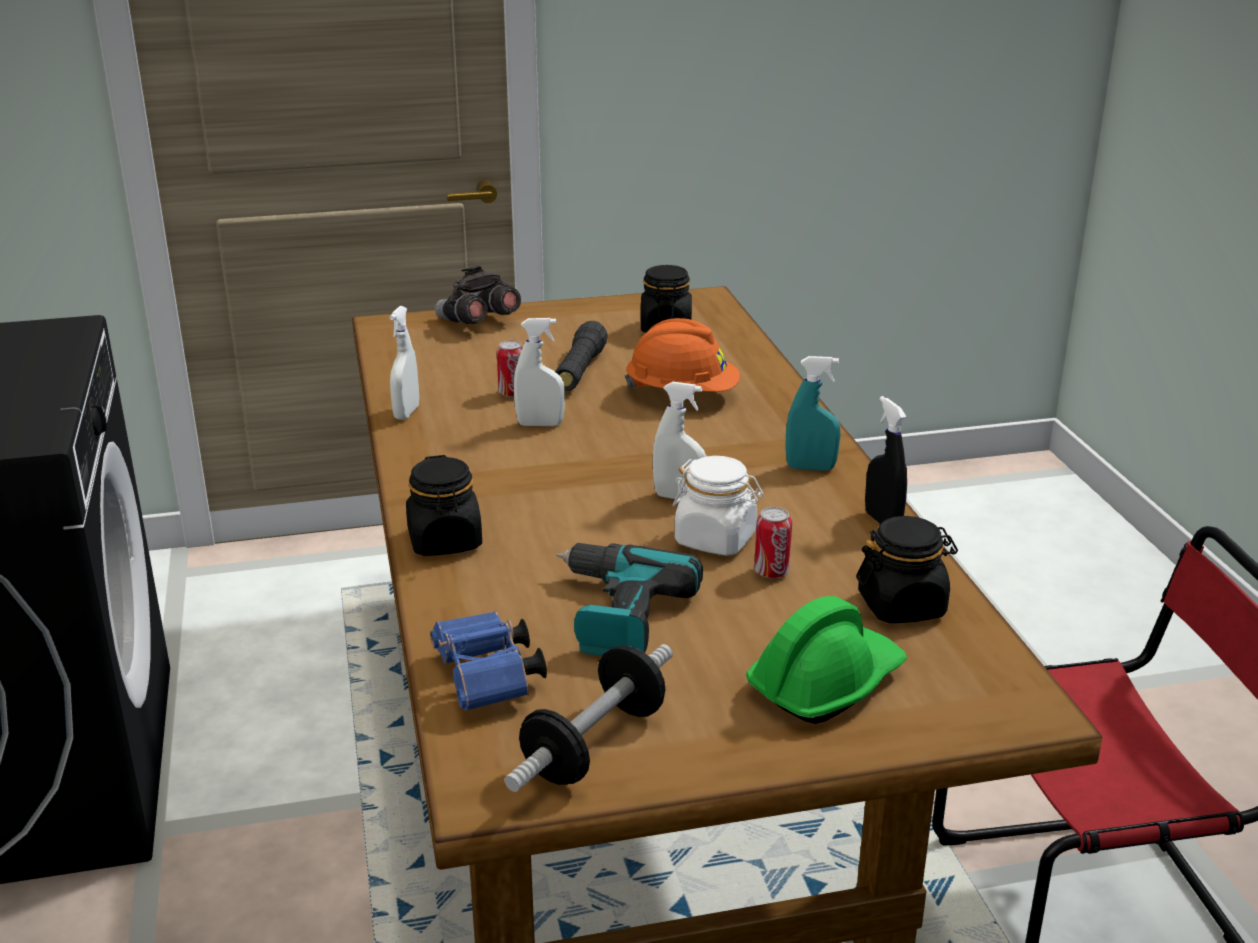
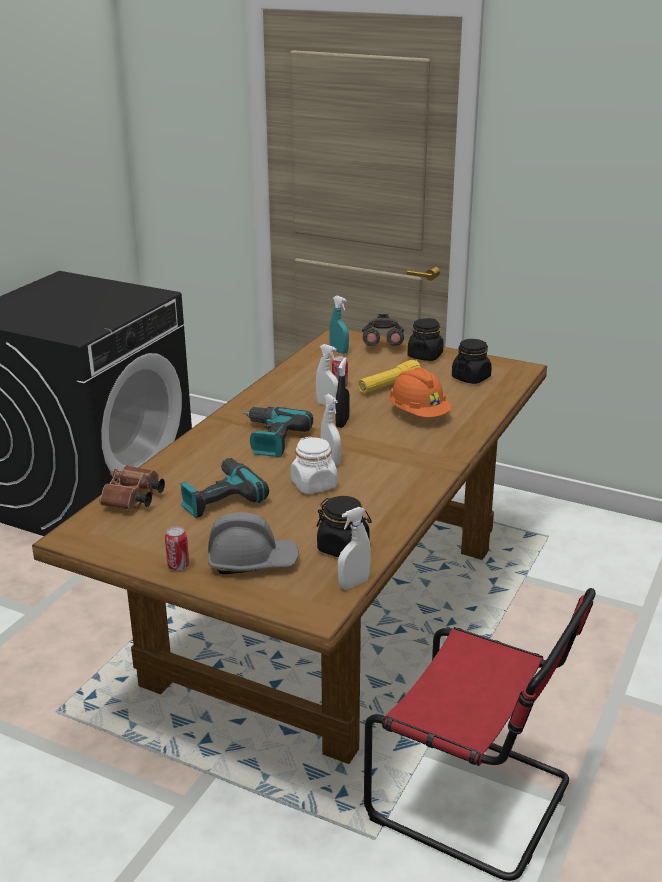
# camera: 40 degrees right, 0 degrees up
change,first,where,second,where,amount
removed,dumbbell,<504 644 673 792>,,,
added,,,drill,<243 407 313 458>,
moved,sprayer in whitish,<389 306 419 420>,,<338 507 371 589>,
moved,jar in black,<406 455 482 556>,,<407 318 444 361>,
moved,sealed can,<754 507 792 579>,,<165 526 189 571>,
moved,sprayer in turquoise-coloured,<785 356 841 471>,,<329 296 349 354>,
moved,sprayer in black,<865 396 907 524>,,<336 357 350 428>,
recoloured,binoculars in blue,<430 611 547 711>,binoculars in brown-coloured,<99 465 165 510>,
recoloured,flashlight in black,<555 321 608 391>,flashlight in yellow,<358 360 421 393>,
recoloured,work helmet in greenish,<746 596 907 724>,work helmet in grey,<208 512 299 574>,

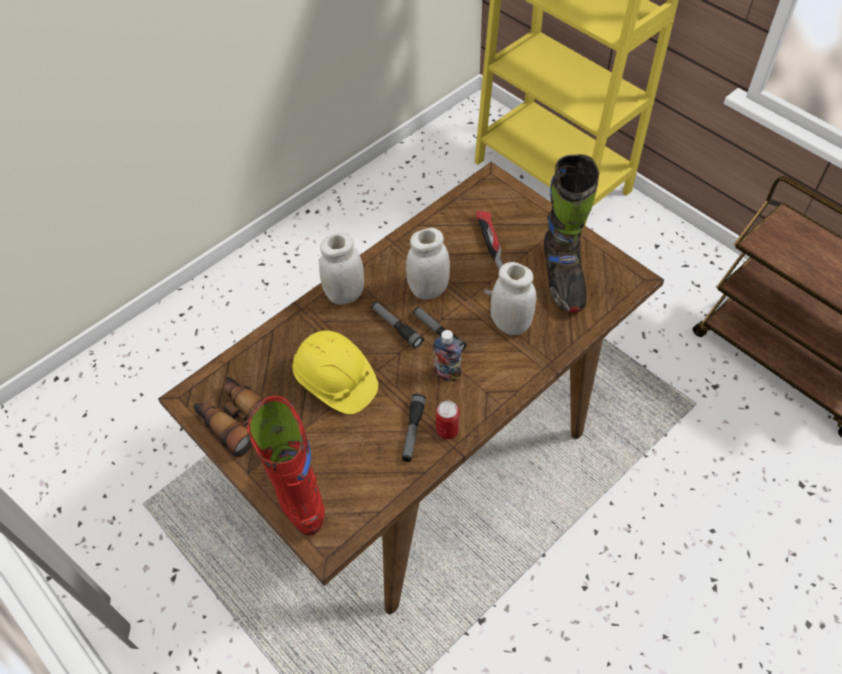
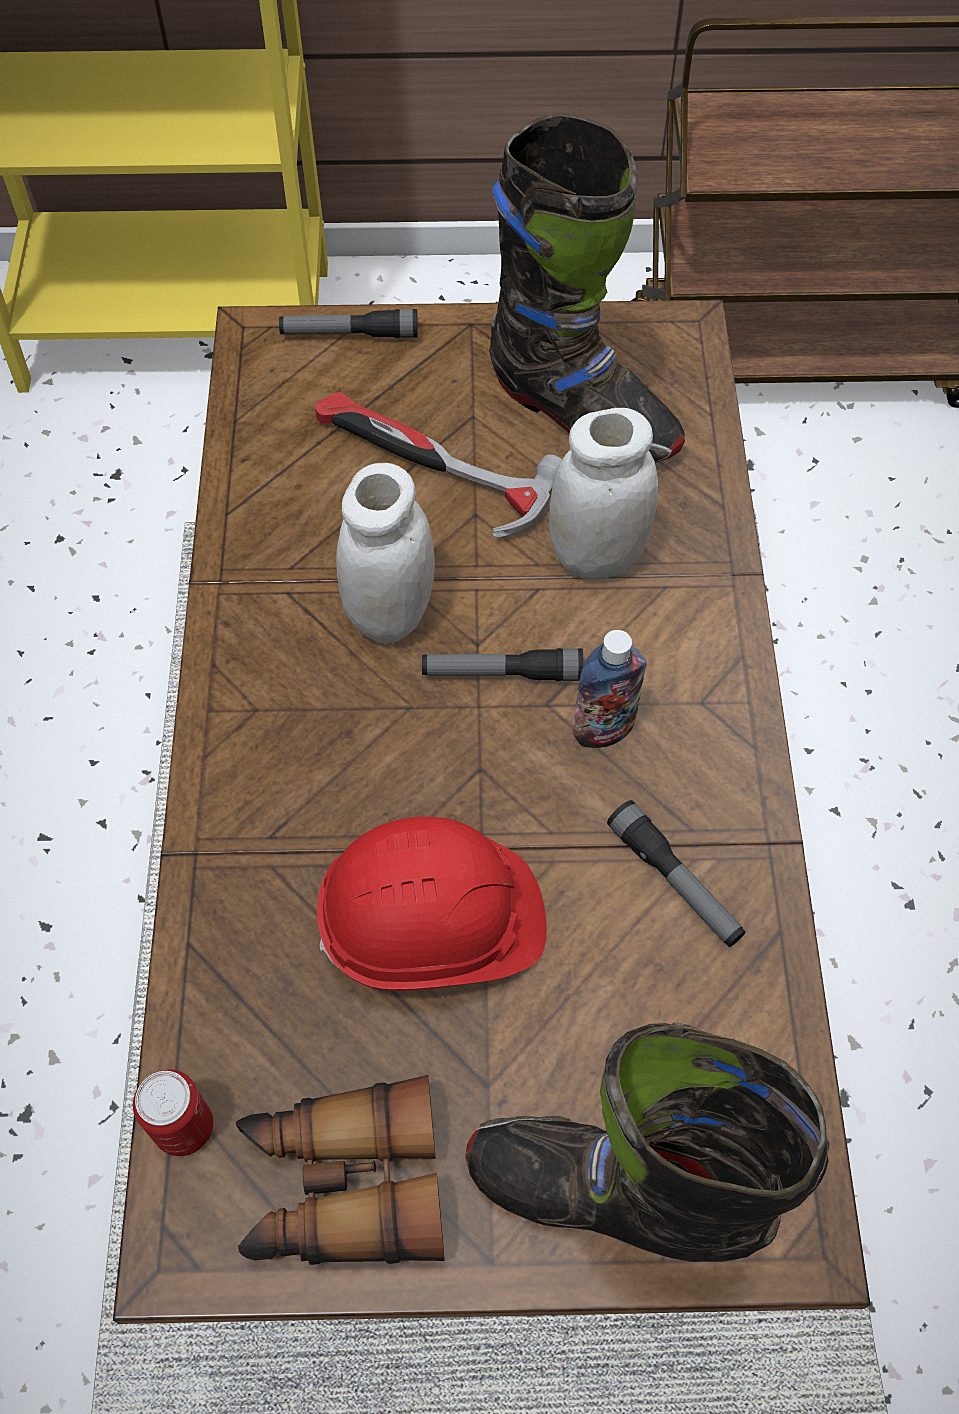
# camera: 50 degrees left, 5 degrees up
change,first,where,second,where,amount
removed,jar in whitish,<319 233 364 305>,,,
moved,flashlight,<371 302 424 348>,,<279 309 418 338>,
moved,sealed can,<436 401 460 439>,,<133 1069 213 1156>,
recoloured,tall boot in reddish,<247 396 325 536>,tall boot in black,<465 1022 829 1262>,
recoloured,work helmet in yellow,<292 331 378 414>,work helmet in reddish,<317 816 547 991>,

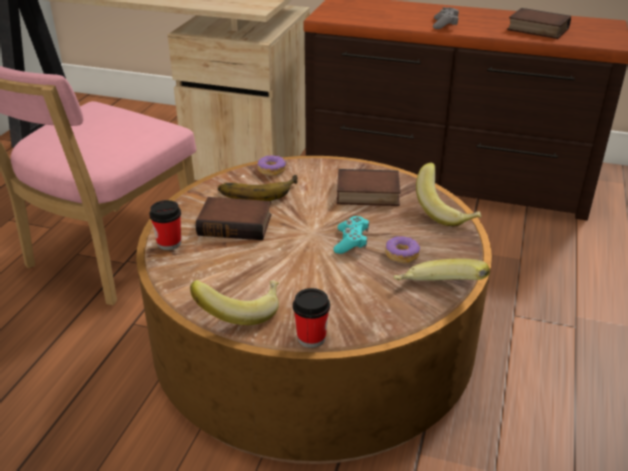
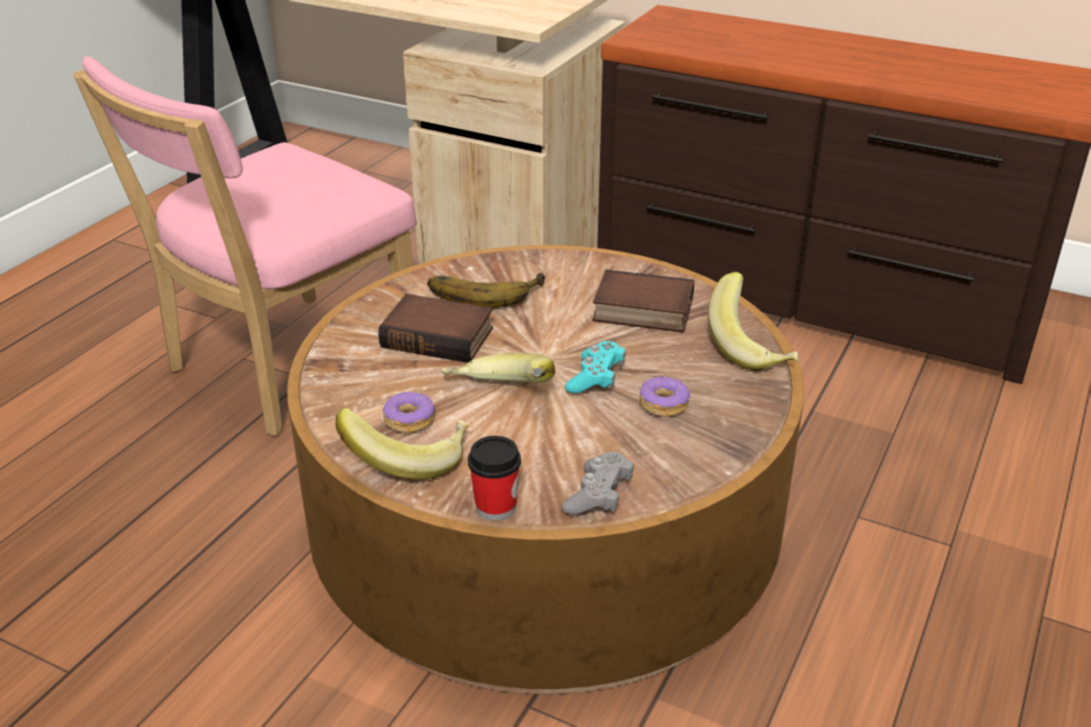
# camera: 10 degrees right, 0 degrees up
change,first,where,second,where,amount
removed,cup,<149 200 181 250>,,,
removed,volume,<507 8 571 39>,,,
moved,doughnut,<257 155 286 176>,,<383 391 435 433>,
moved,whole banana,<394 259 490 281>,,<441 353 555 383>,
moved,joypad in grey,<433 7 459 29>,,<562 452 634 515>,

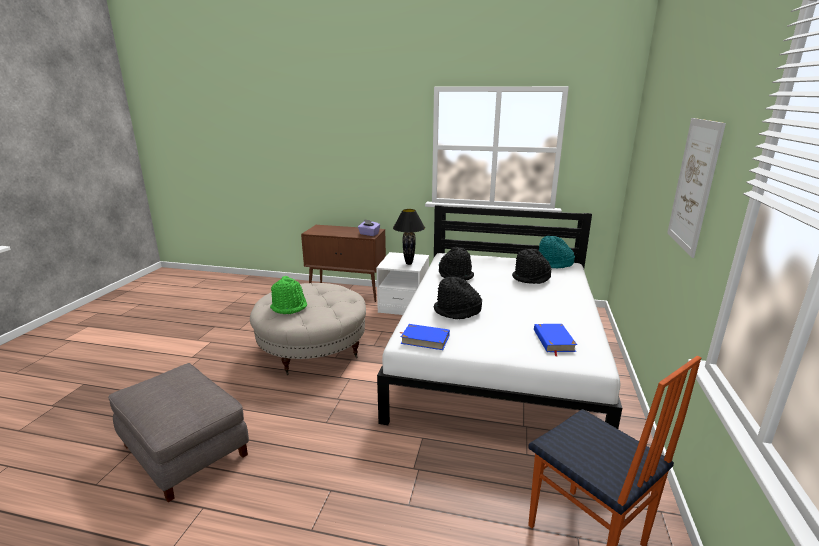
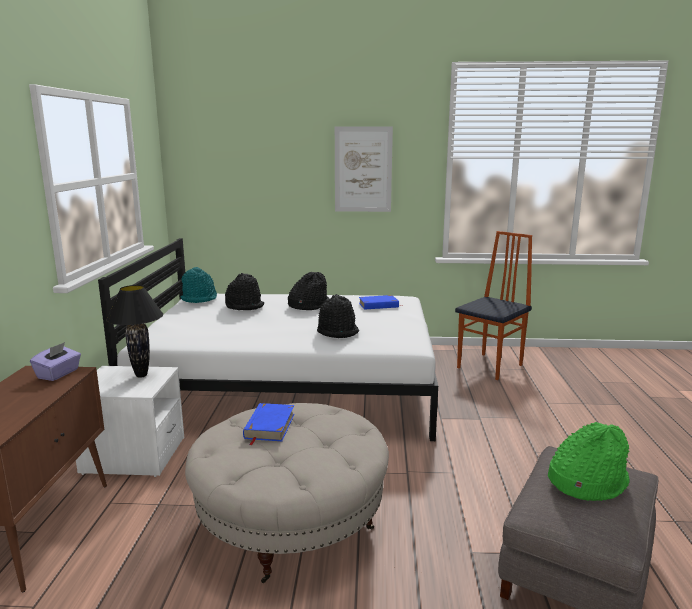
# camera: 100 degrees left, 5 degrees down
change,first,where,second,where,amount
moved,clothing hat in greenish,<270 276 307 314>,,<548 422 630 501>,
moved,volume in blue,<401 324 450 350>,,<243 403 294 445>,
moved,clothing hat in black,<439 247 474 280>,,<288 272 330 310>,

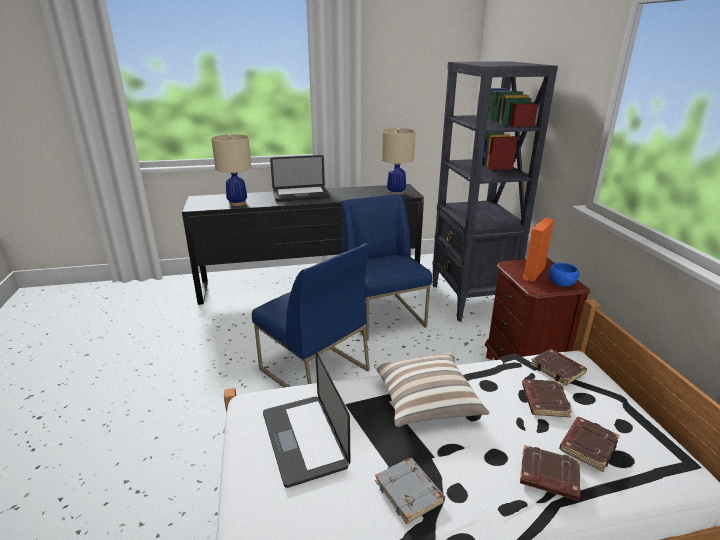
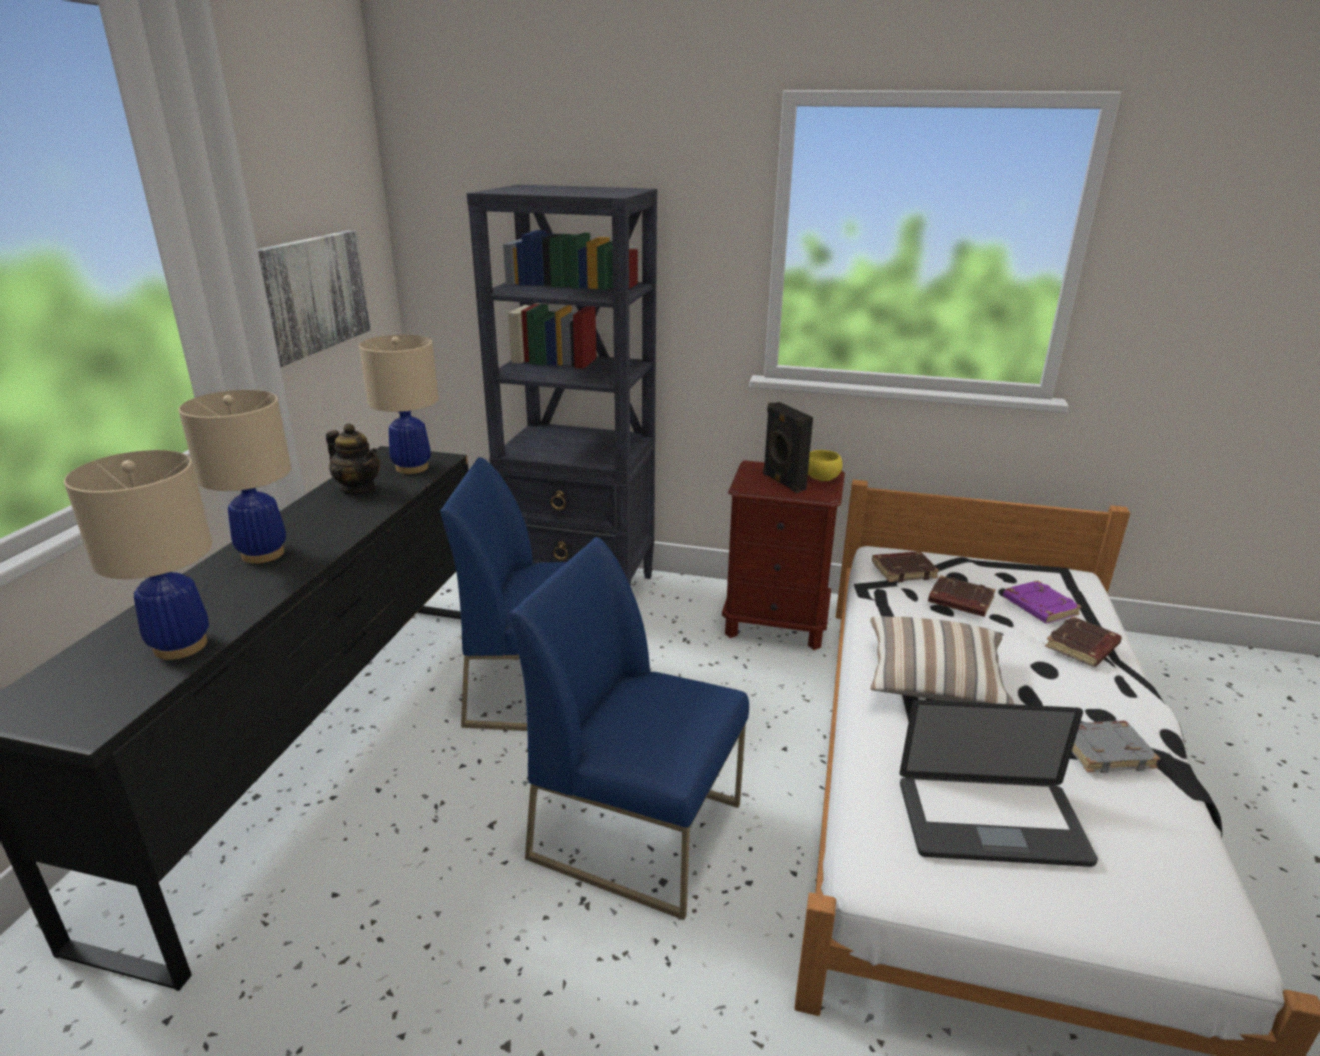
# camera: 65 degrees left, 0 degrees up
change,first,where,second,where,amount
added,,,wall picture,<258 230 371 367>,
added,,,teapot,<326 423 380 495>,
replaced,notebook computer,<270 155 330 201>,table lamp in beige-coloured,<179 390 291 564>,
recoloured,speaker in orange,<523 217 554 282>,speaker in black,<763 402 813 493>,
recoloured,deep dish in blue,<548 263 579 287>,deep dish in yellow,<808 450 842 481>,
recoloured,volume in brown-coloured,<559 417 620 472>,volume in purple-coloured,<1003 580 1082 624>,
turned,chair in blue,<252 244 370 388>,,<510 537 749 920>,135 degrees counterclockwise

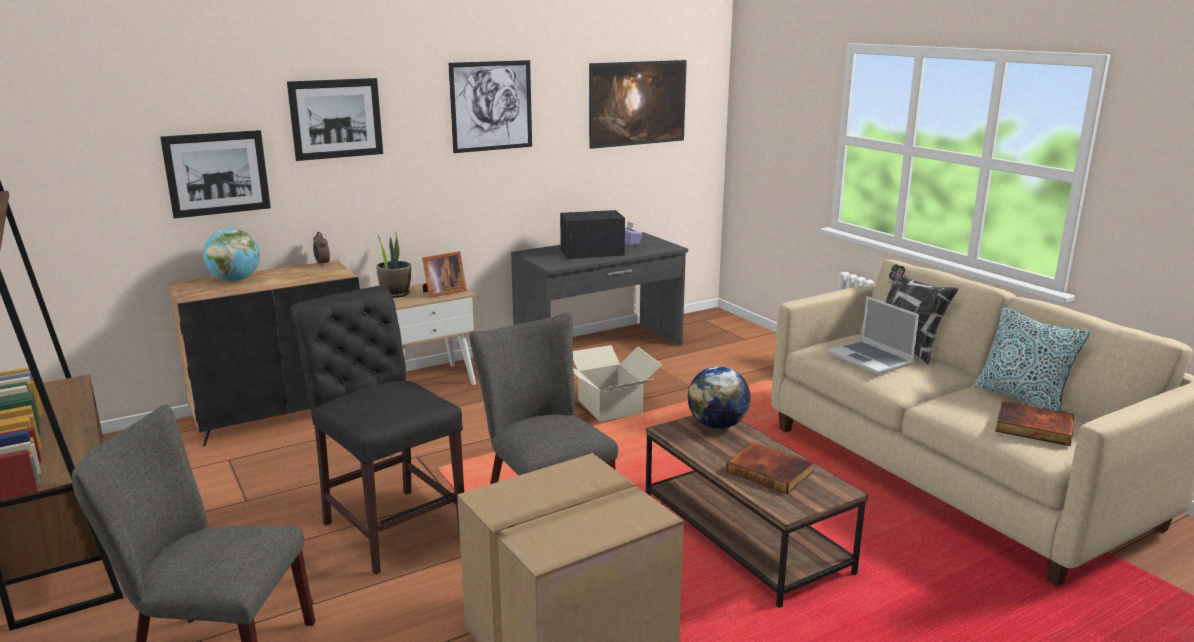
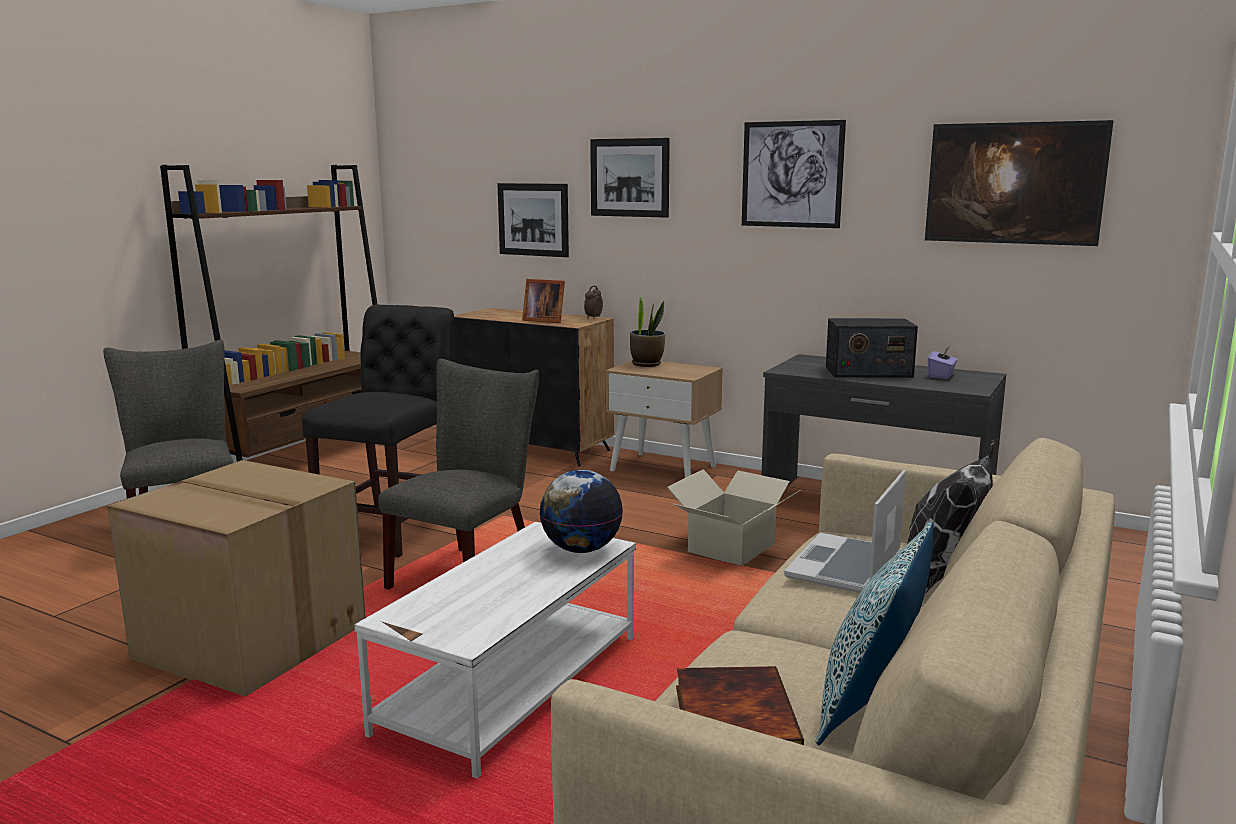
# camera: 60 degrees right, 5 degrees down
change,first,where,second,where,amount
removed,desk globe,<203 228 260 282>,,,
removed,volume,<726 442 814 494>,,,
moved,picture frame,<422 251 467 298>,,<522 279 565 323>,
recoloured,coffee table in brown-coloured,<646 415 868 608>,coffee table in whitish,<354 522 636 778>,
turned,radio,<560 210 625 259>,,<826 318 918 378>,135 degrees clockwise

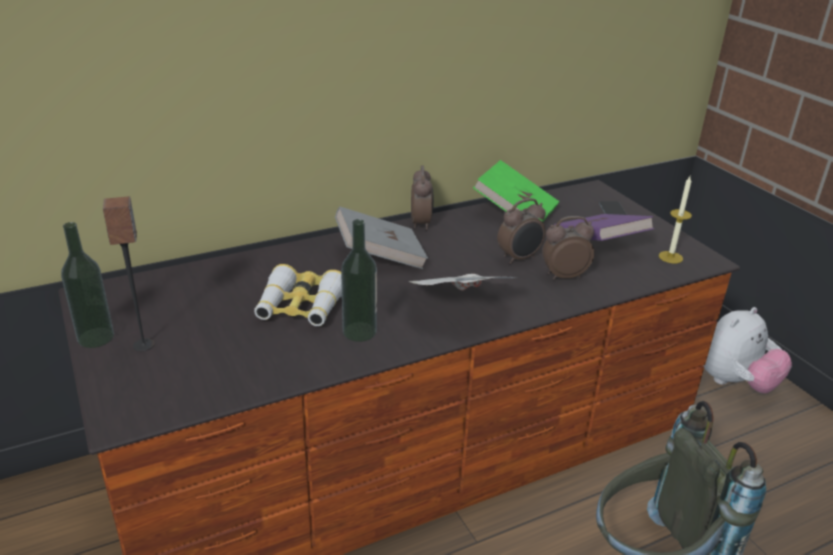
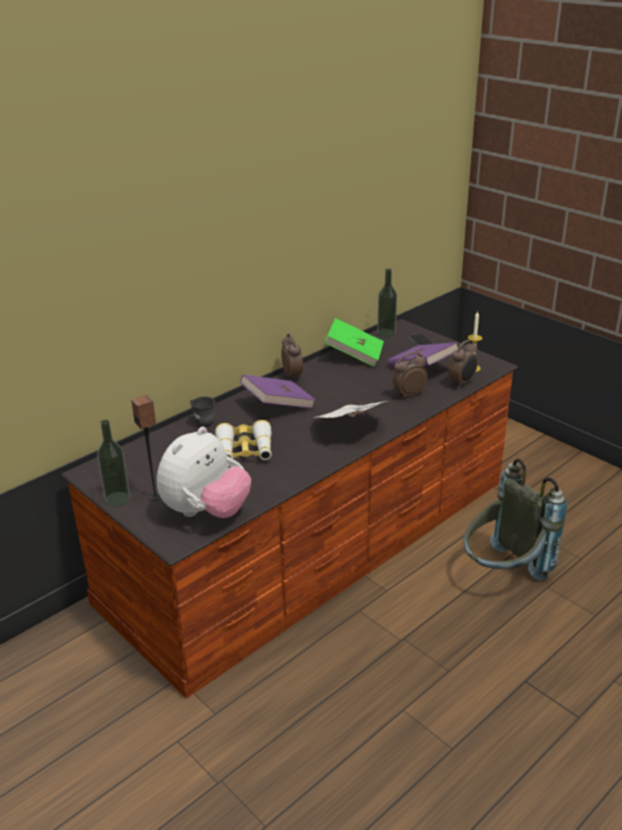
# camera: 15 degrees left, 0 degrees up
change,first,where,second,where,amount
added,,,coffee mug in grey,<190 396 215 427>,
moved,beverage bottle,<341 219 377 342>,,<377 268 397 337>,
moved,alarm clock,<497 198 546 264>,,<448 340 478 388>,
moved,cuddly toy,<703 307 792 393>,,<157 427 251 518>,
recoloured,volume in grey,<335 207 428 269>,volume in purple-coloured,<240 374 315 408>,

